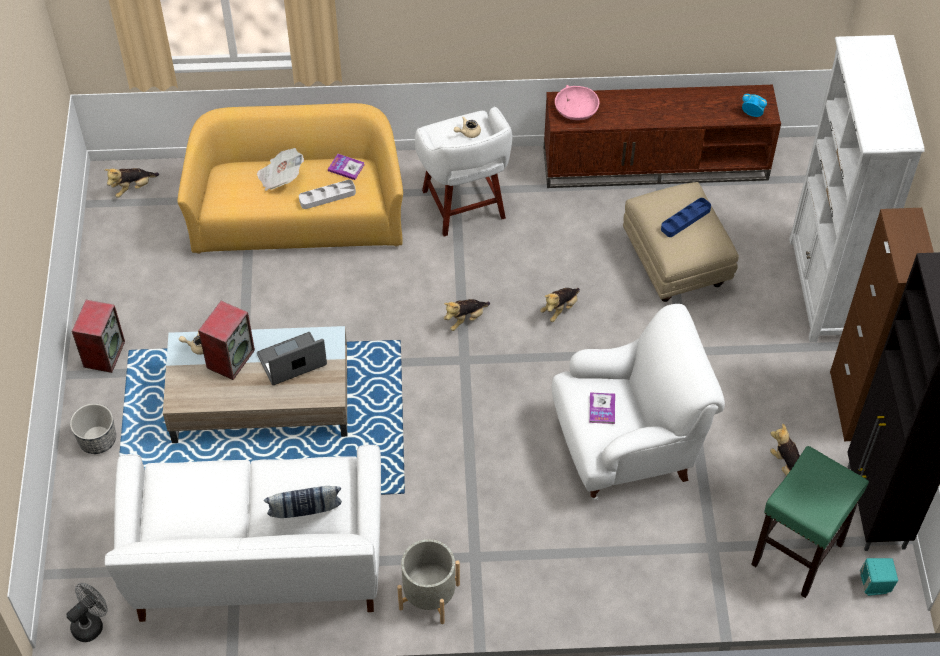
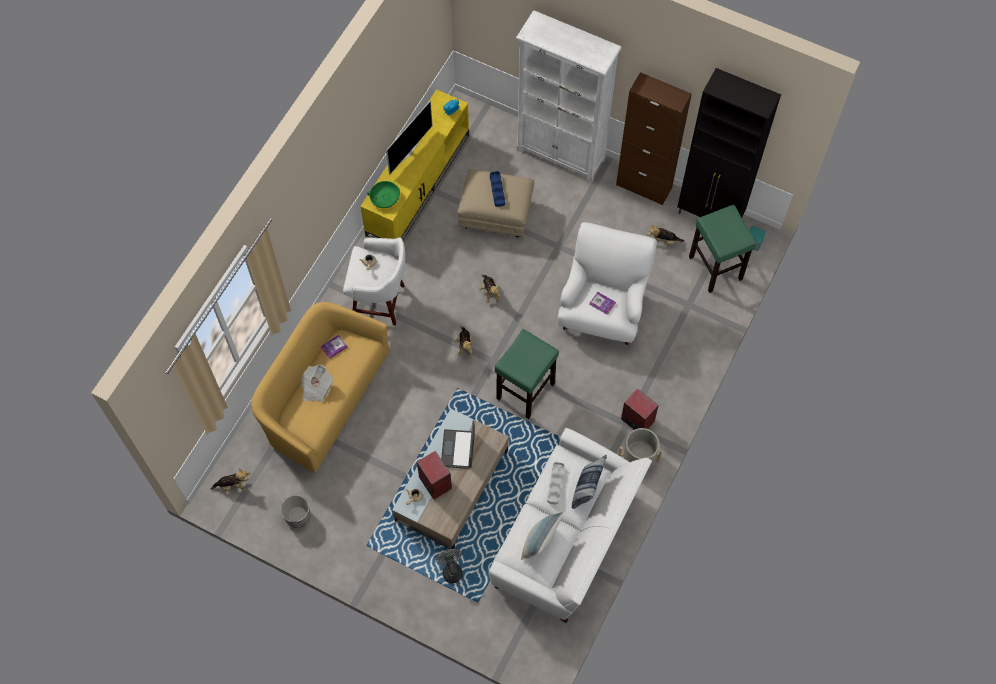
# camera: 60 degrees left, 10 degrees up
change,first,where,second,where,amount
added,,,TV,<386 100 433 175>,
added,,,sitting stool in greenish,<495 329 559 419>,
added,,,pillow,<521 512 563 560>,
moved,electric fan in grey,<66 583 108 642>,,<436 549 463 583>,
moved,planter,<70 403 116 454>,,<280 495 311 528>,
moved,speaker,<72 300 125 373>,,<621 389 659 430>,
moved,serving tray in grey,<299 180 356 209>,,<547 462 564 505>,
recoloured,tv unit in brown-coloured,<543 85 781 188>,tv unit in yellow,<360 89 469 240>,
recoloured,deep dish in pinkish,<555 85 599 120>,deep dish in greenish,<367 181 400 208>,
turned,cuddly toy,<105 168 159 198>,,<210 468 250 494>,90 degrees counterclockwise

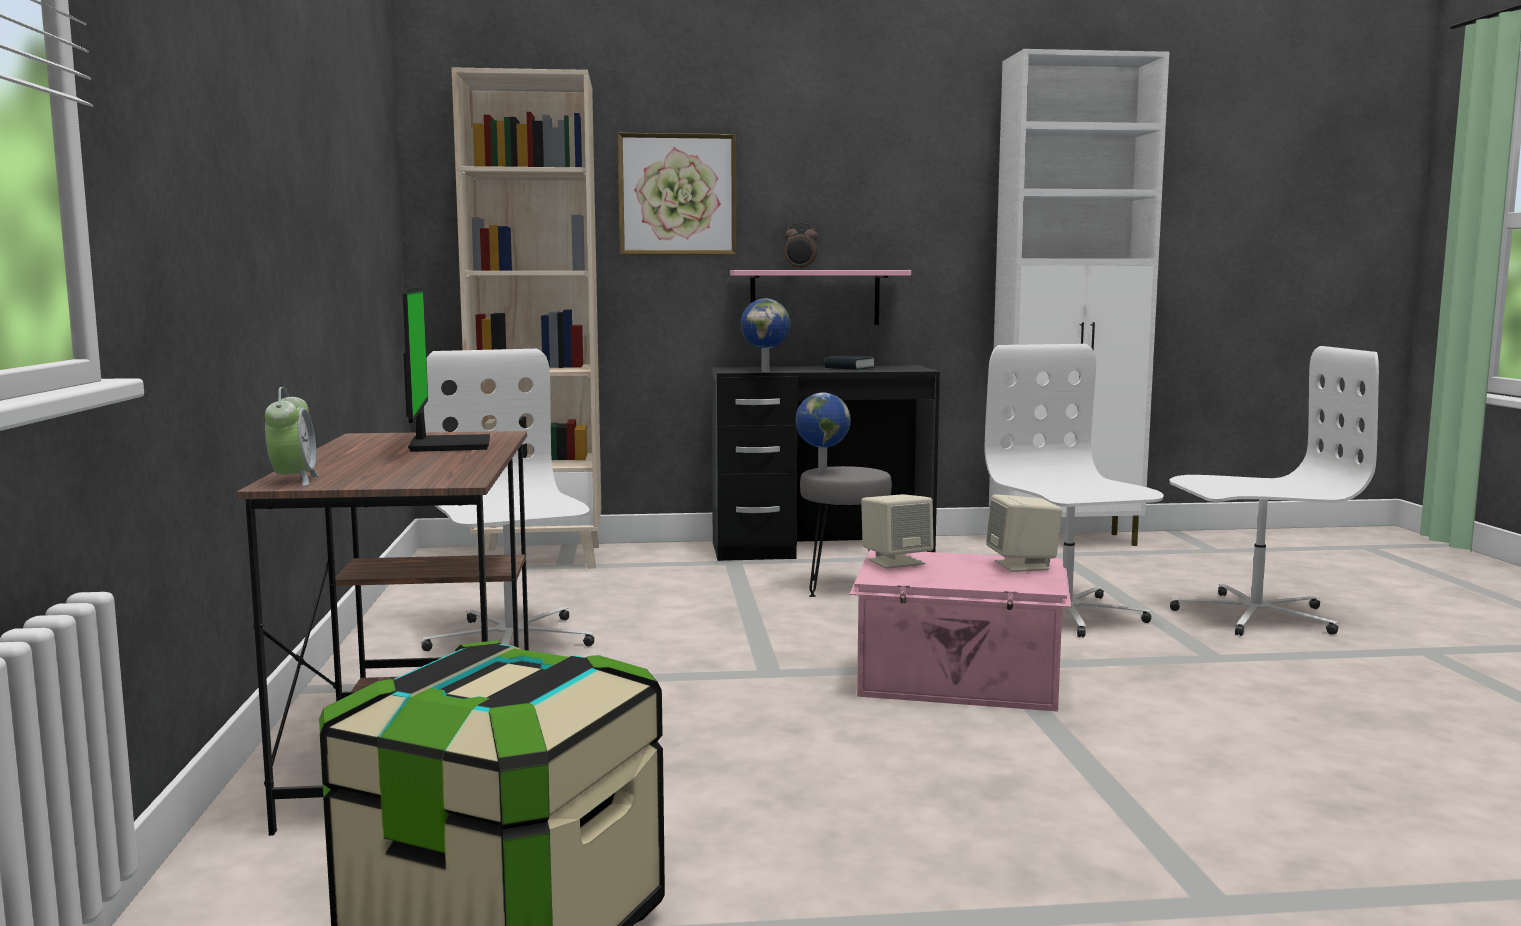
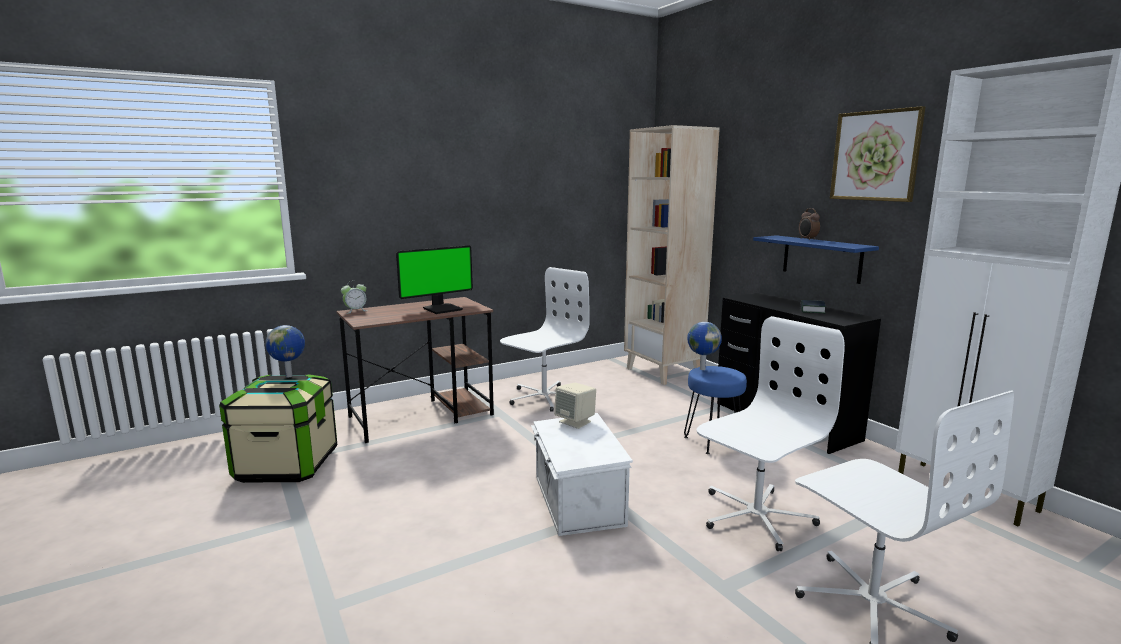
# camera: 65 degrees right, 5 degrees up
change,first,where,second,where,amount
removed,speaker in beige-coloured,<986 494 1062 572>,,,
moved,wall picture,<617 133 737 255>,,<830 106 925 202>,
moved,desk globe,<741 298 790 372>,,<265 325 305 378>,
recoloured,bracket shelf in pinkish,<730 270 911 325>,bracket shelf in blue,<753 235 879 284>,
recoloured,sitting stool in grey,<800 466 892 597>,sitting stool in blue,<684 366 747 454>,
recoloured,storage box in pinkish,<849 550 1071 712>,storage box in whitish,<531 413 633 536>,

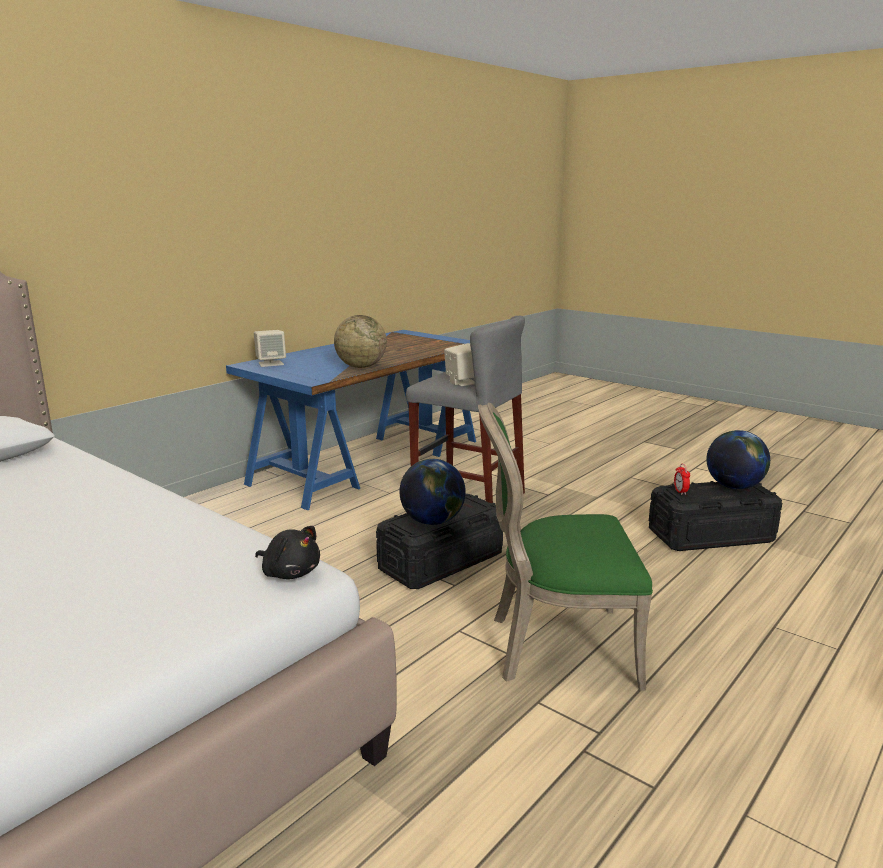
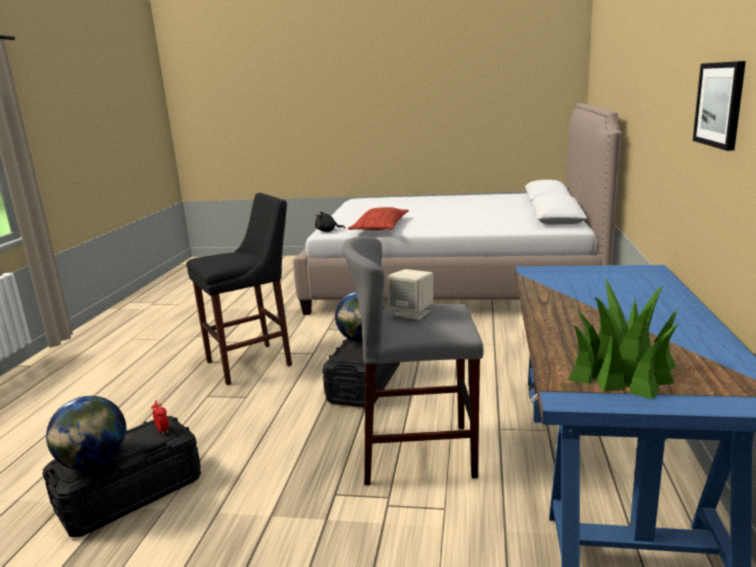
# camera: 150 degrees right, 0 degrees up
change,first,where,second,where,amount
removed,speaker in beige-coloured,<254 330 286 367>,,,
removed,desk globe,<334 315 387 368>,,,
added,,,pillow,<348 207 409 230>,
added,,,houseplant,<568 279 678 400>,
added,,,wall picture,<693 61 746 151>,
replaced,chair in greenish,<478 403 653 691>,sitting stool in black,<186 193 292 385>,

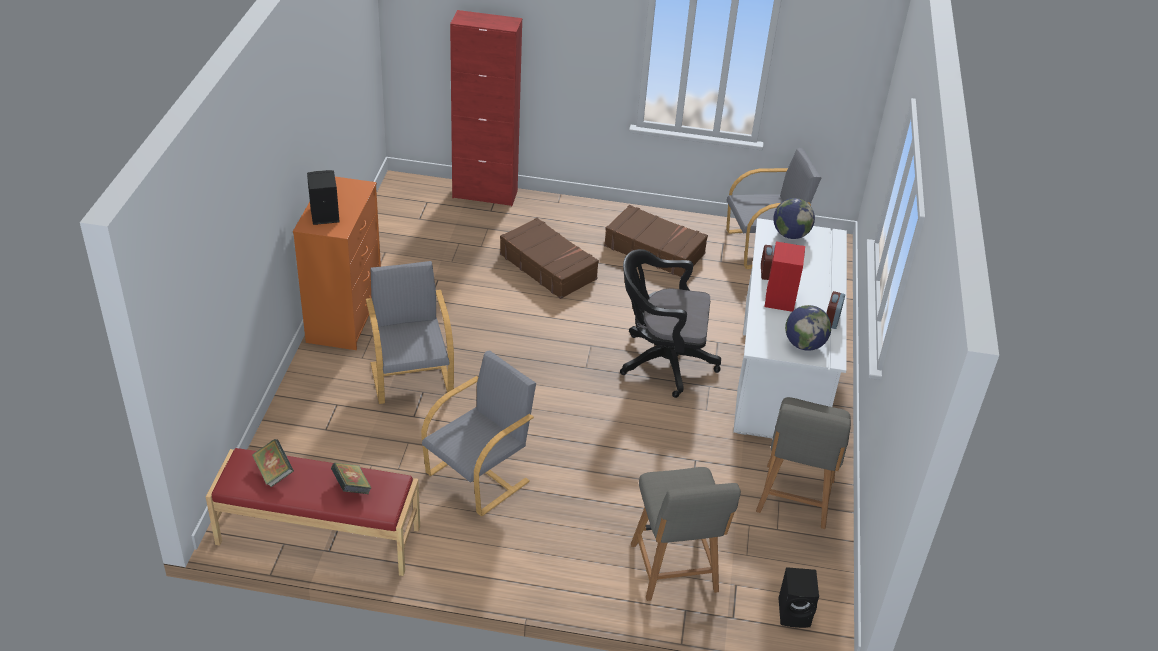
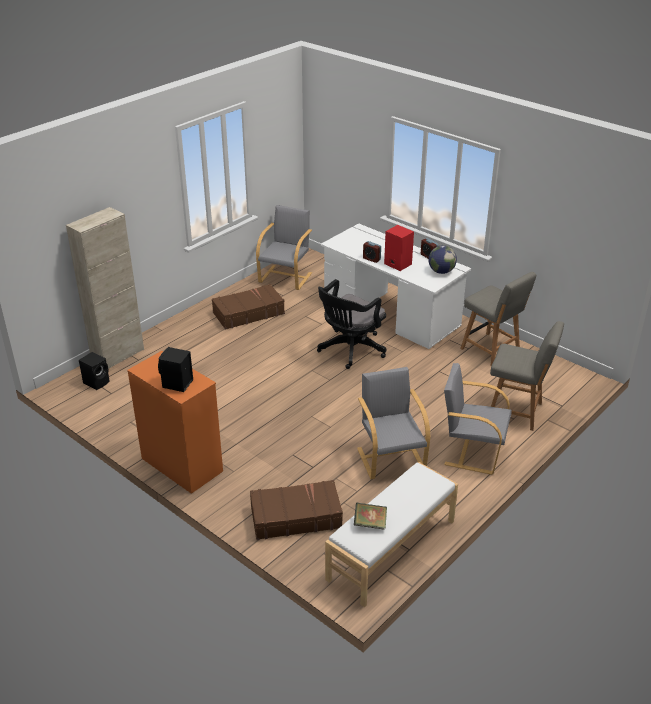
# camera: 55 degrees left, 5 degrees down
change,first,where,second,where,amount
removed,volume,<331 463 371 494>,,,
removed,desk globe,<773 198 815 239>,,,
moved,lounge chair in grey,<366 261 454 404>,,<444 363 512 475>,
moved,travel case in brown-coloured,<500 218 599 299>,,<250 480 343 540>,
moved,speaker in black,<779 567 819 628>,,<79 352 110 390>,
recoloured,bench in reddish,<206 448 420 576>,bench in whitish,<325 462 458 607>,
recoloured,cabinet in reddish,<450 10 522 206>,cabinet in beige-coloured,<66 207 144 369>,

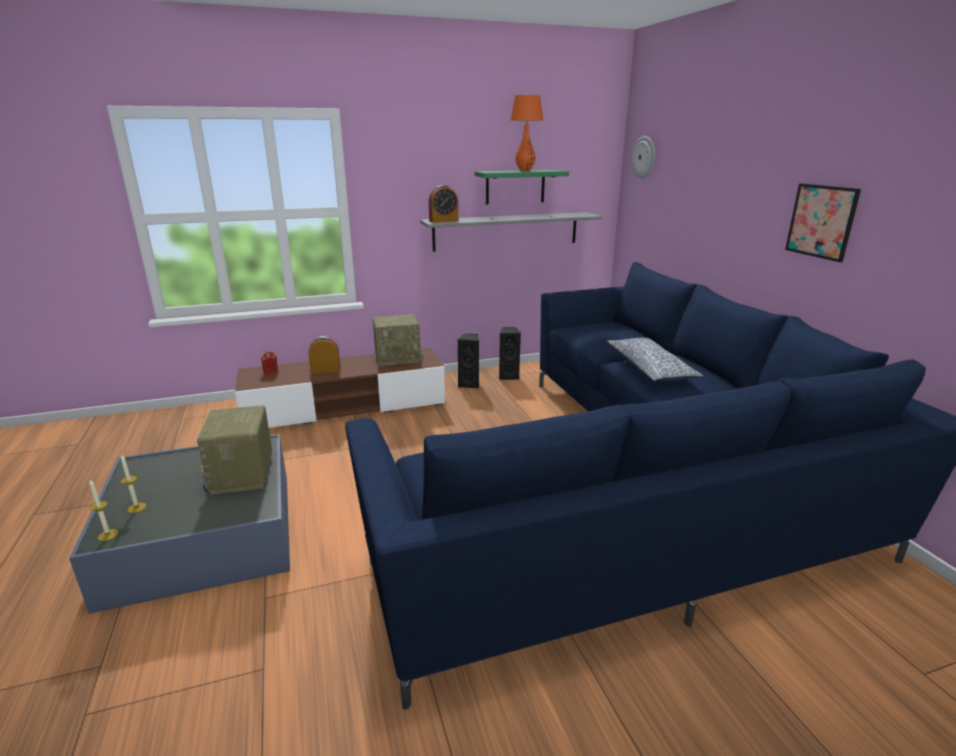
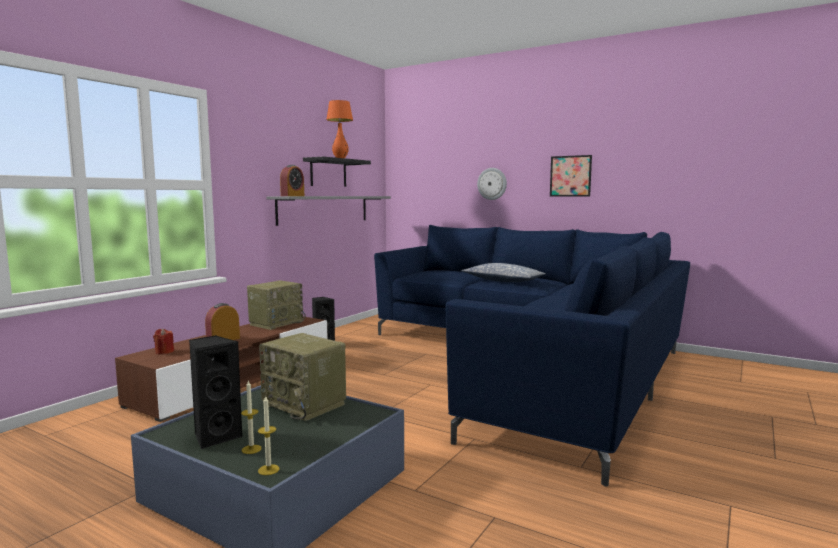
# camera: 40 degrees left, 15 degrees down
change,first,where,second,where,amount
moved,speaker in black,<499 327 521 380>,,<189 335 243 449>,
moved,hanging clock,<632 136 655 179>,,<477 168 507 200>,
recoloured,bracket shelf in greenish,<475 170 569 205>,bracket shelf in black,<303 157 371 187>,

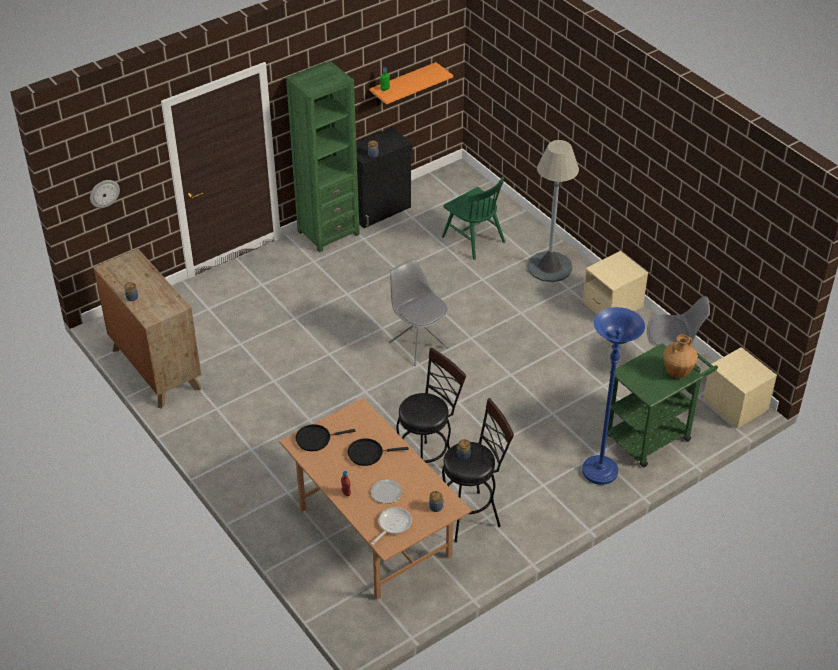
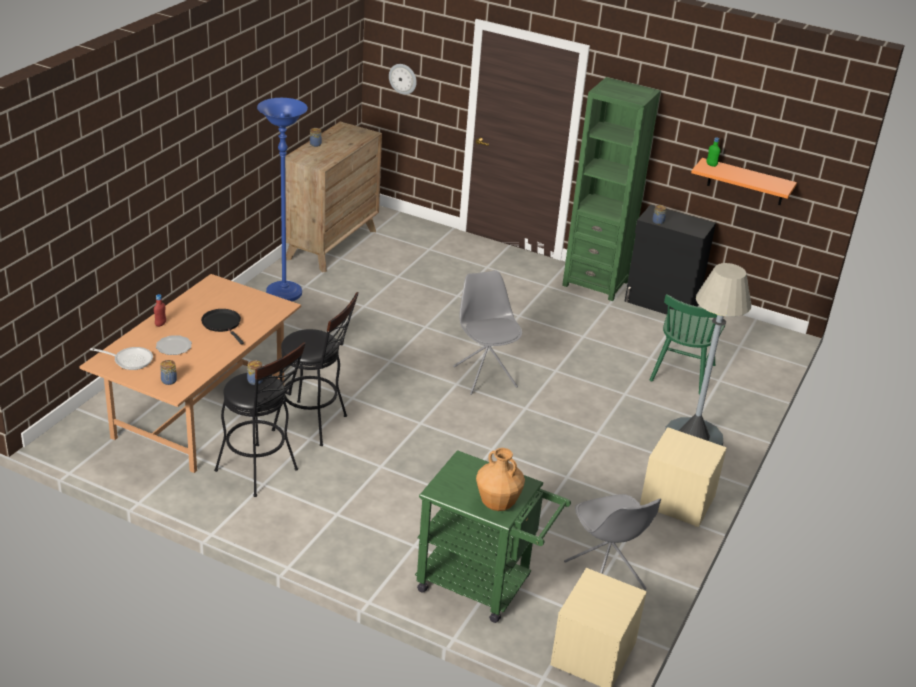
# camera: 60 degrees right, 10 degrees down
change,first,where,second,where,amount
removed,frying pan in black,<295 424 355 451>,,,
moved,standard lamp in blue,<582 307 645 485>,,<257 98 308 301>,
turned,chair in grey,<389 259 449 366>,,<453 270 522 395>,45 degrees counterclockwise

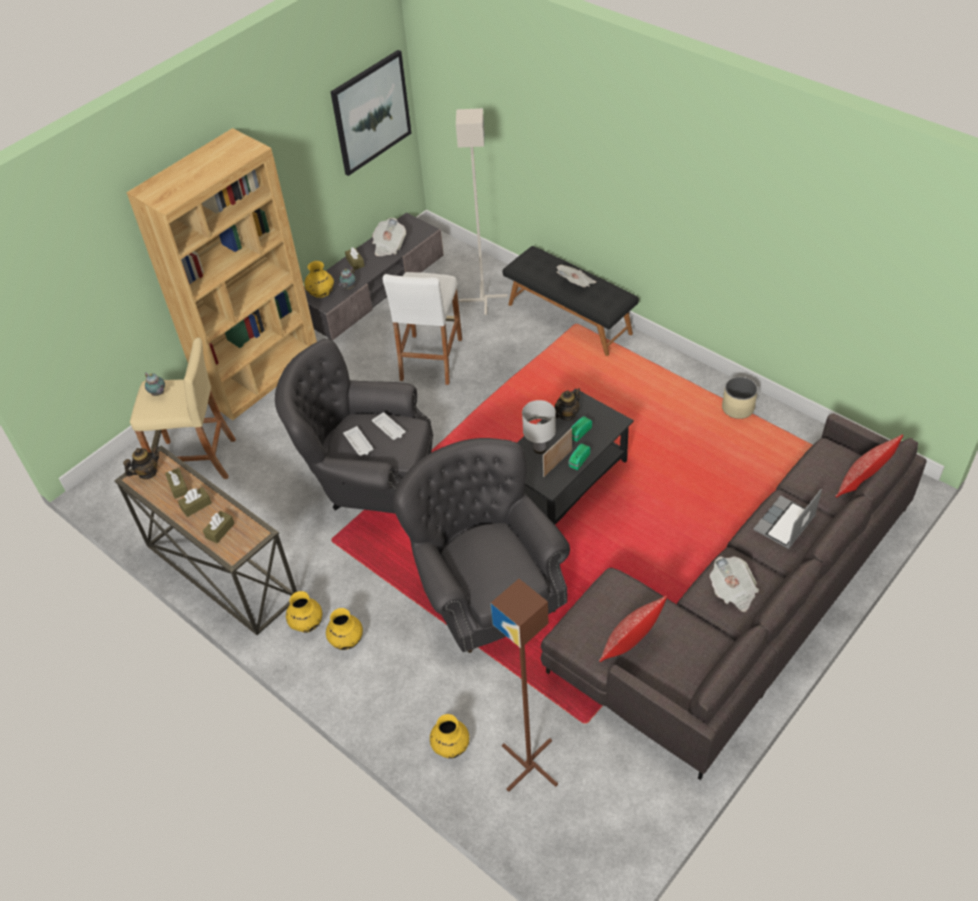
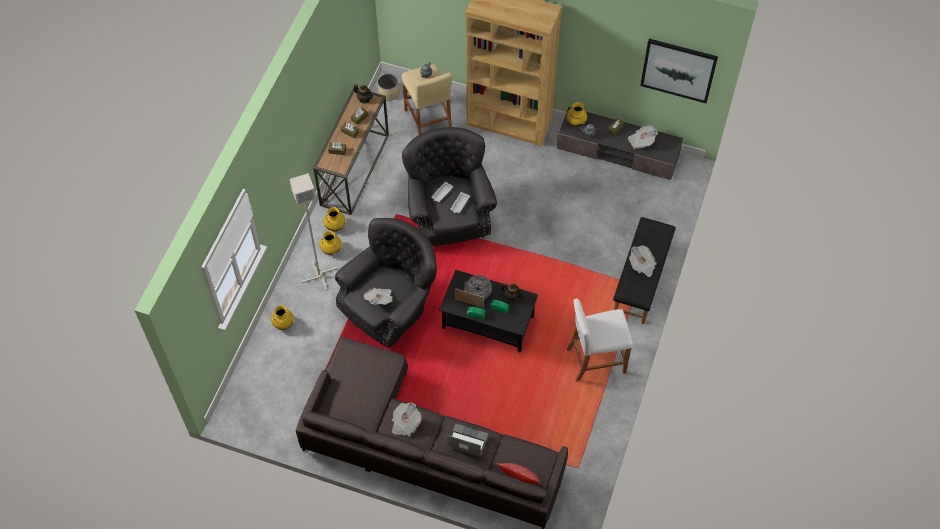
# camera: 65 degrees right, 10 degrees up
change,first,where,second,where,amount
removed,standard lamp in brown-coloured,<491 579 558 792>,,,
removed,pillow,<599 595 667 662>,,,
added,,,printed paper,<364 288 393 305>,
moved,sitting stool in whitish,<383 272 462 385>,,<567 298 633 382>,
moved,standard lamp in grey,<456 108 508 315>,,<290 173 337 290>,
moved,planter in beige-coloured,<722 377 758 419>,,<378 74 399 101>,
replaced,table lamp in whitish,<522 400 556 454>,deep dish,<464 275 492 299>,

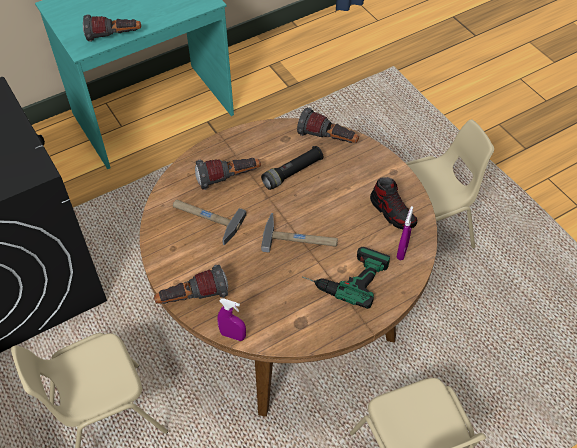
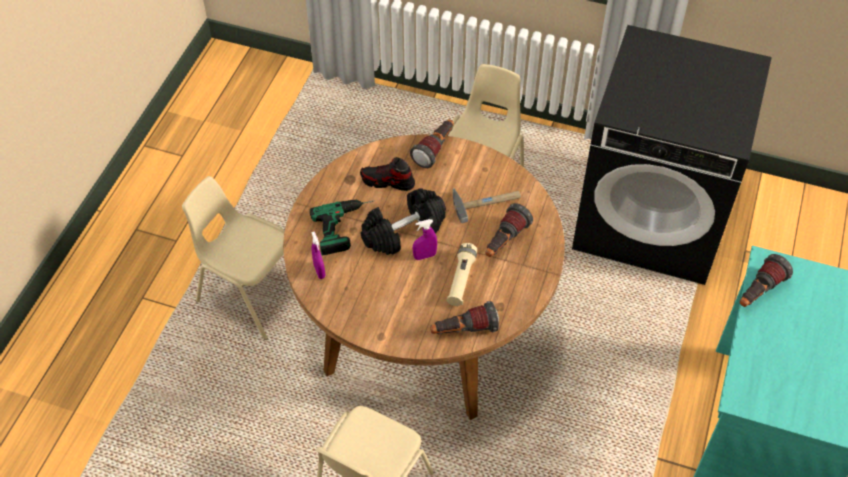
# camera: 140 degrees right, 0 degrees up
change,first,where,second,where,amount
moved,sprayer in purple-coloured,<217 298 246 341>,,<413 219 437 260>,
moved,item of footwear,<370 177 417 229>,,<360 157 415 191>,
replaced,hand hammer,<261 213 338 252>,dumbbell in black,<361 188 446 255>,
recoloured,flashlight in black,<261 146 323 190>,flashlight in beige-coloured,<447 243 477 306>,

